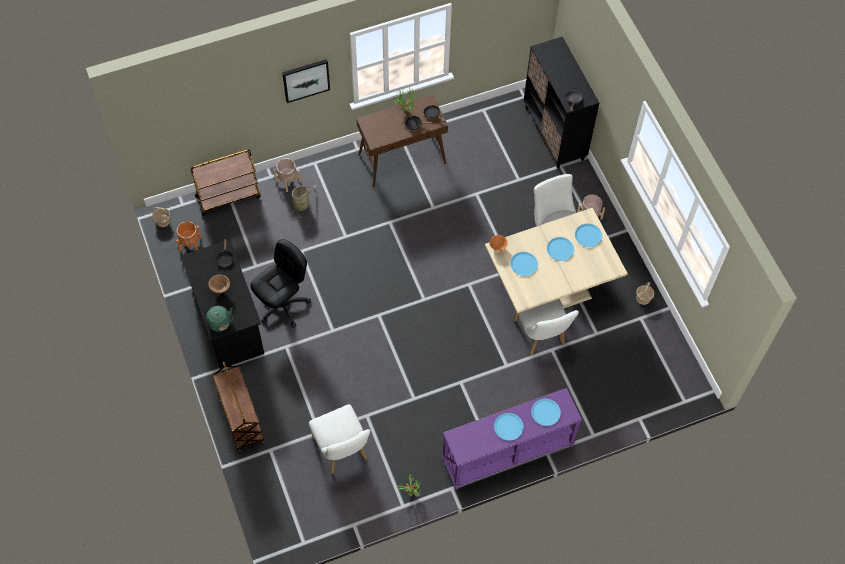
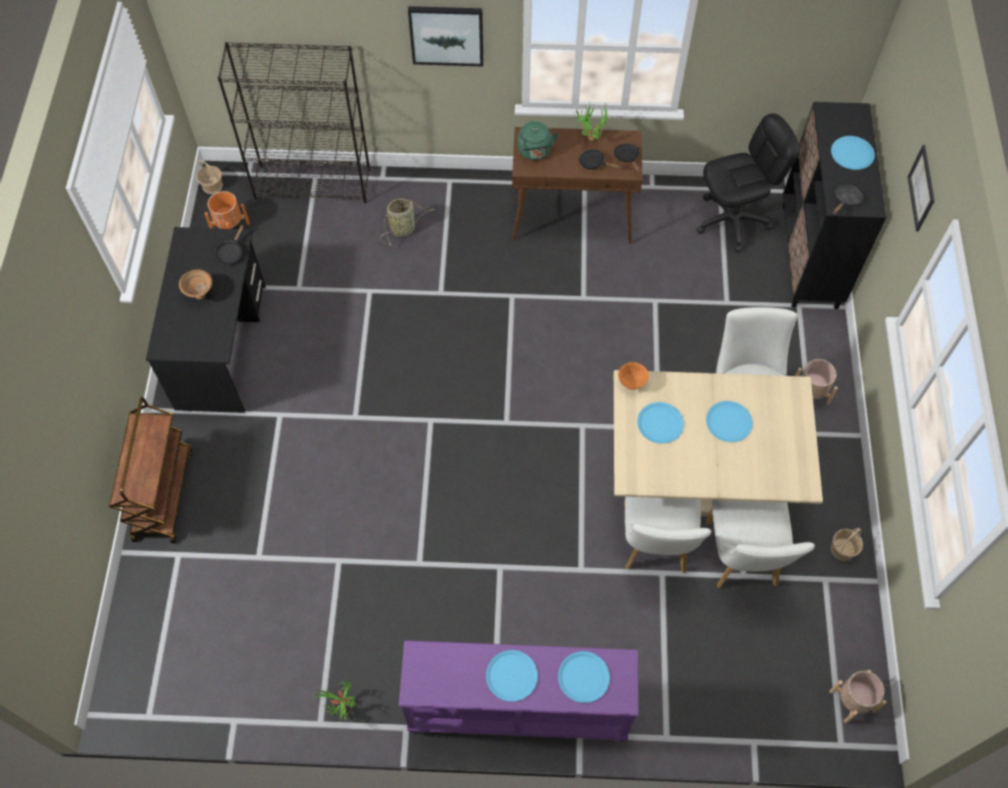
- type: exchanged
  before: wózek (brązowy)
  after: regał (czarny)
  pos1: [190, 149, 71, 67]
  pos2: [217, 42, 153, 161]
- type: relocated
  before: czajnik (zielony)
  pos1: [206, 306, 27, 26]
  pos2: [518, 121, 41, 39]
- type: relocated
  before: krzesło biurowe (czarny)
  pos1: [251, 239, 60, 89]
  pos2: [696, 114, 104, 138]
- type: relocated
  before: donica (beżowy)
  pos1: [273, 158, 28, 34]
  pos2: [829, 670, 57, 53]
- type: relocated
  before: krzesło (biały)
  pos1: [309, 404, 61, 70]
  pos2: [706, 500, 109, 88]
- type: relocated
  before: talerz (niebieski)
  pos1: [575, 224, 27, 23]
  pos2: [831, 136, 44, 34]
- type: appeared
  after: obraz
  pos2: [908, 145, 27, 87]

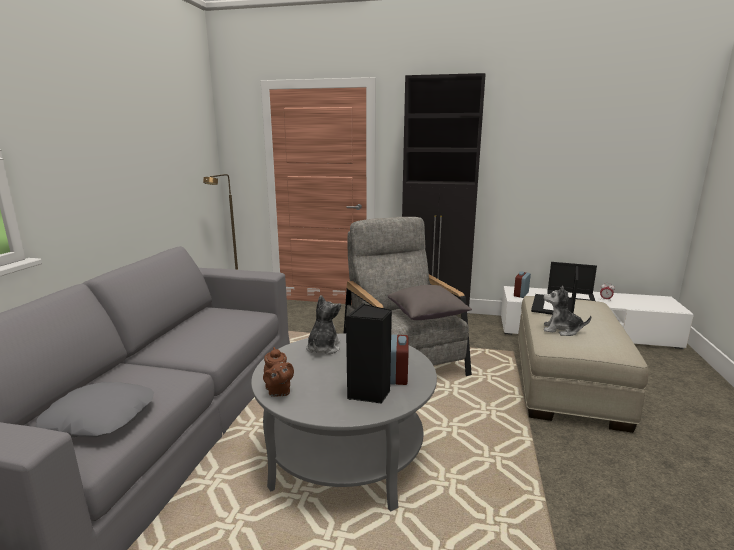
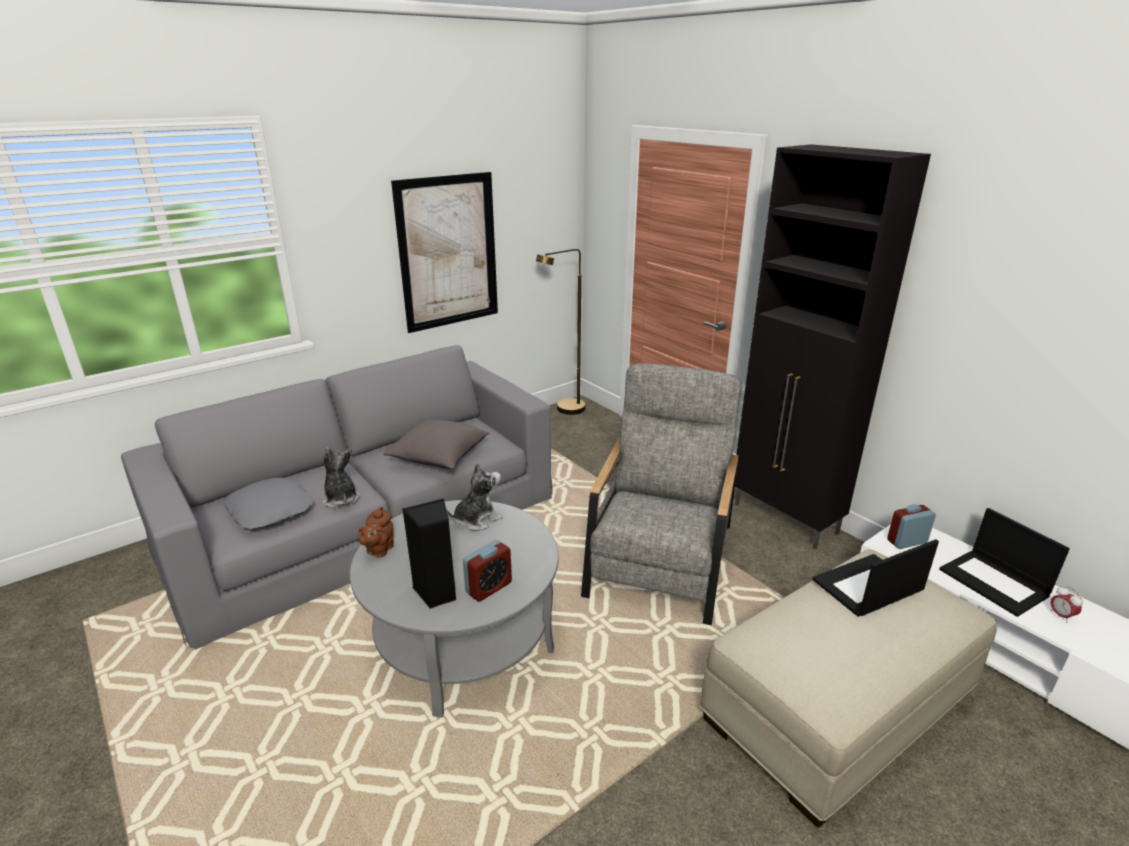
- type: relocated
  before: poduszka (szary)
  pos1: [388, 285, 84, 35]
  pos2: [383, 419, 107, 50]
- type: relocated
  before: pluszak
  pos1: [543, 286, 48, 50]
  pos2: [323, 447, 37, 61]
- type: appeared
  after: obraz
  pos2: [391, 172, 107, 161]

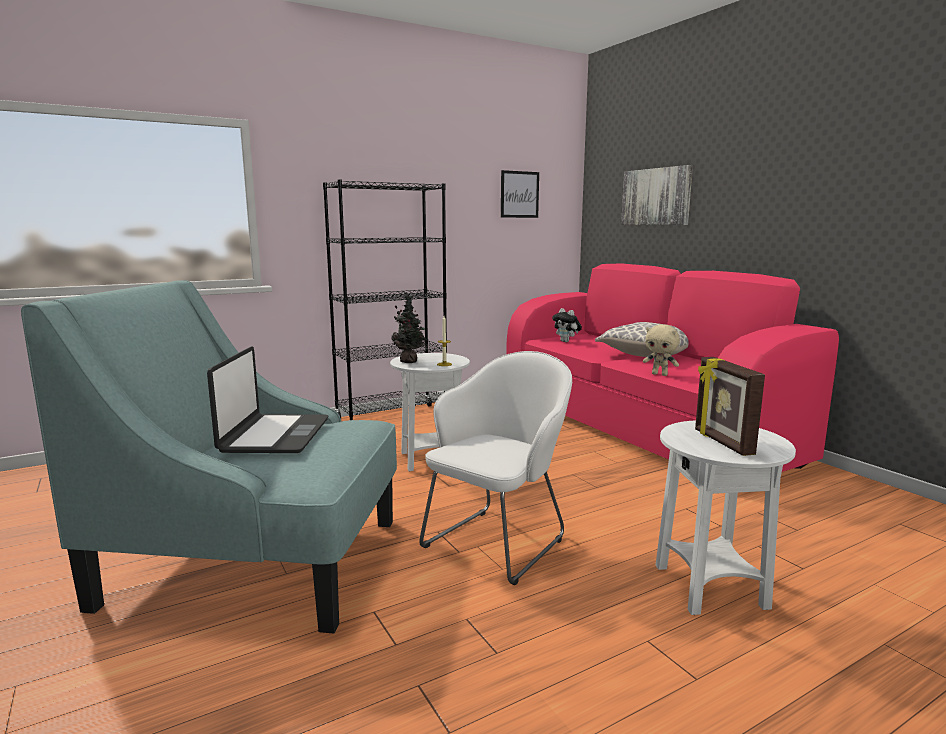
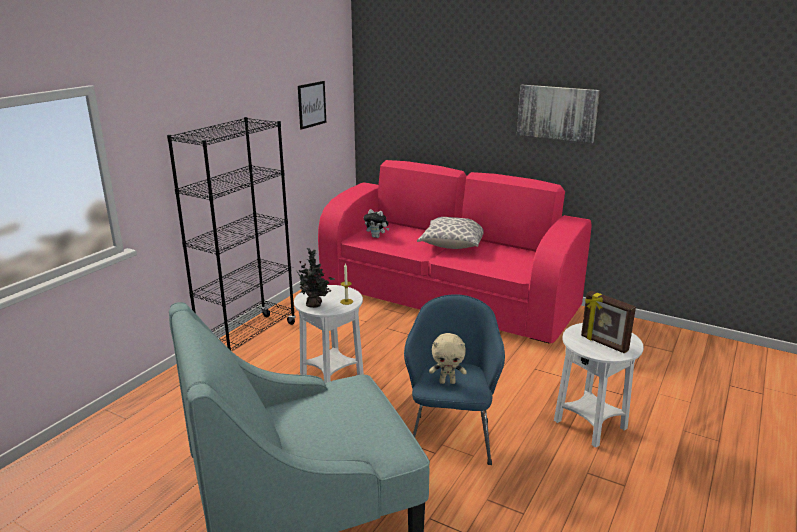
- type: missing
  before: laptop
  pos1: [207, 346, 121, 107]
- type: colour
  before: fotel (biały)
  after: fotel (niebieski)
  pos1: [419, 351, 153, 234]
  pos2: [404, 294, 101, 171]
- type: relocated
  before: obraz
  pos1: [621, 165, 72, 60]
  pos2: [517, 85, 83, 58]
- type: relocated
  before: pluszak (beżowy)
  pos1: [643, 324, 37, 52]
  pos2: [429, 333, 38, 51]

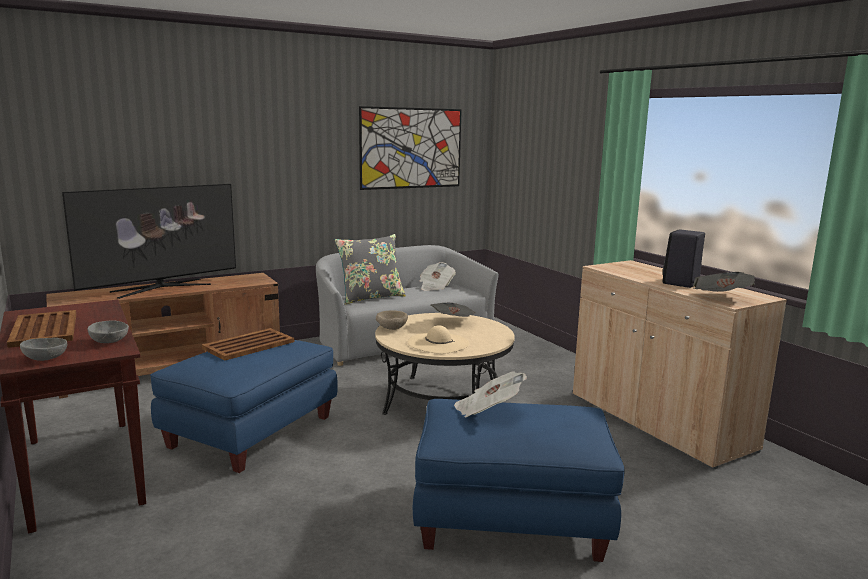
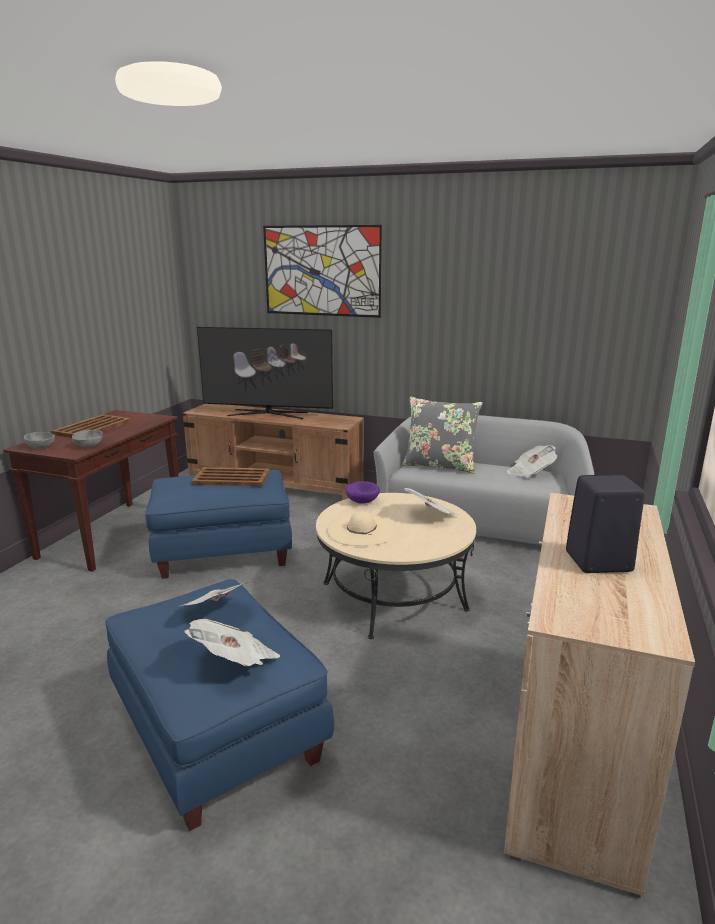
- type: relocated
  before: obraz
  pos1: [359, 106, 103, 84]
  pos2: [263, 225, 119, 93]
- type: colour
  before: miska (beżowy)
  after: miska (fioletowy)
  pos1: [376, 311, 32, 19]
  pos2: [345, 481, 35, 22]
- type: relocated
  before: gazeta
  pos1: [693, 272, 62, 20]
  pos2: [184, 619, 96, 48]

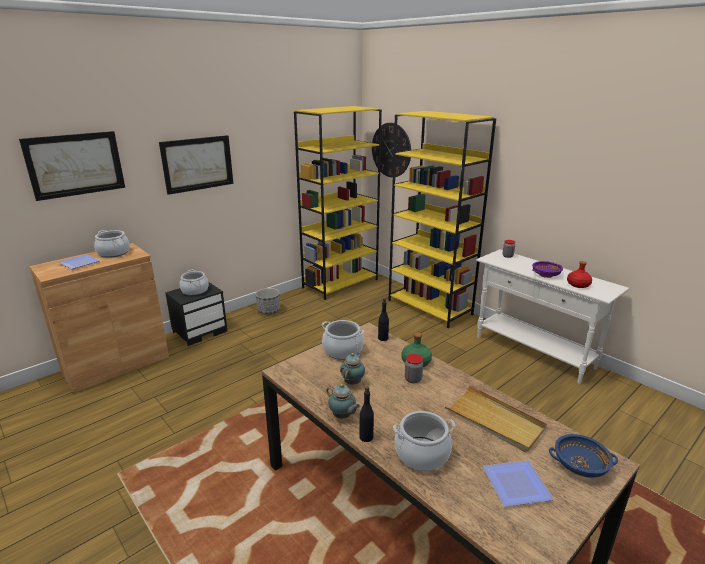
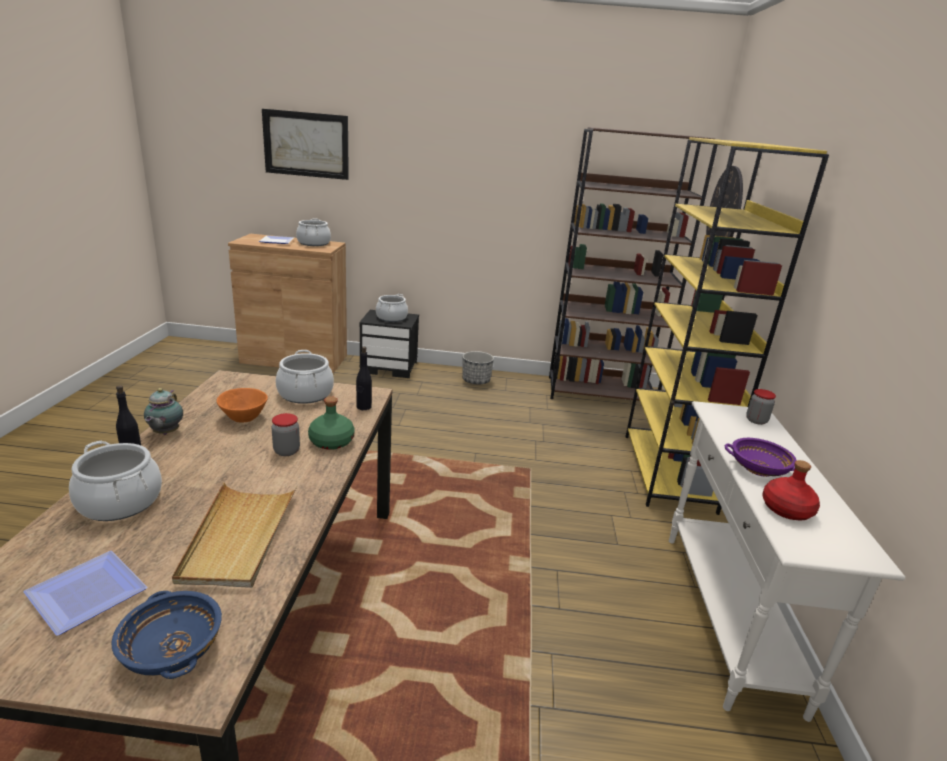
- type: missing
  before: obraz
  pos1: [159, 135, 74, 60]
- type: colour
  before: regał (żółty)
  after: regał (brązowy)
  pos1: [294, 106, 88, 194]
  pos2: [549, 127, 169, 274]
- type: exchanged
  before: imbryk
  after: miska (pomarańczowy)
  pos1: [340, 353, 25, 32]
  pos2: [217, 388, 51, 35]

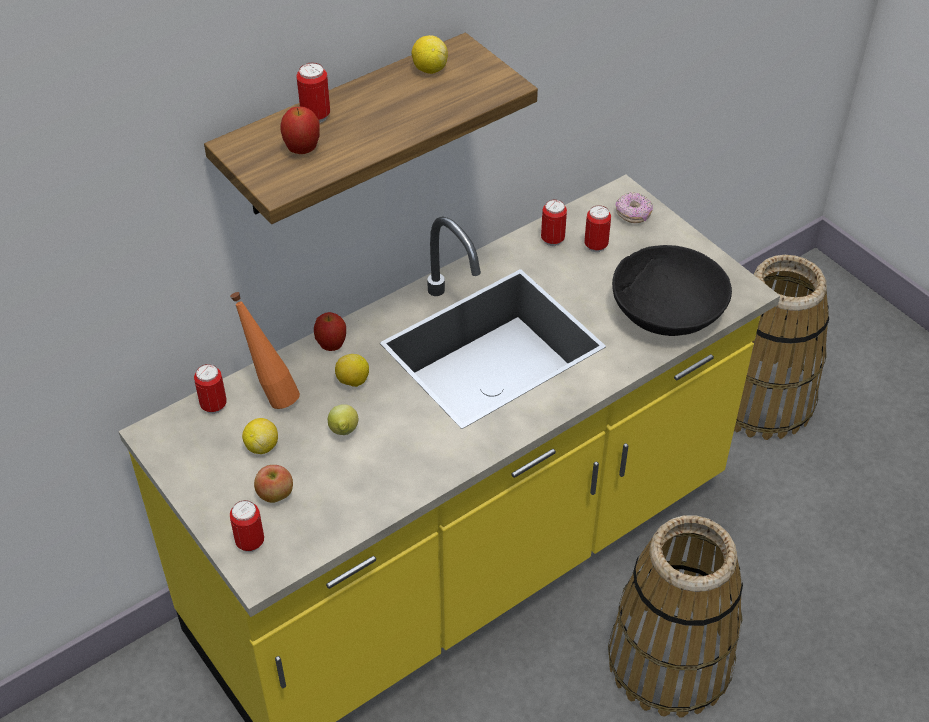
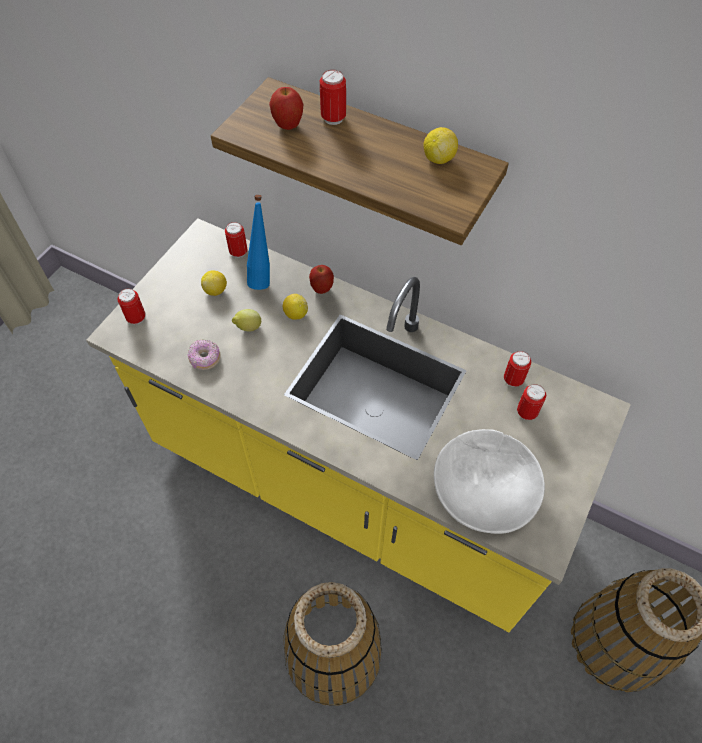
- type: colour
  before: butelka (pomarańczowy)
  after: butelka (niebieski)
  pos1: [230, 292, 70, 117]
  pos2: [247, 195, 23, 95]
- type: missing
  before: jabłko
  pos1: [254, 465, 39, 38]
- type: colour
  before: miska (czarny)
  after: miska (biały)
  pos1: [612, 245, 120, 91]
  pos2: [434, 429, 111, 105]
- type: relocated
  before: donut
  pos1: [615, 192, 38, 31]
  pos2: [188, 339, 33, 31]

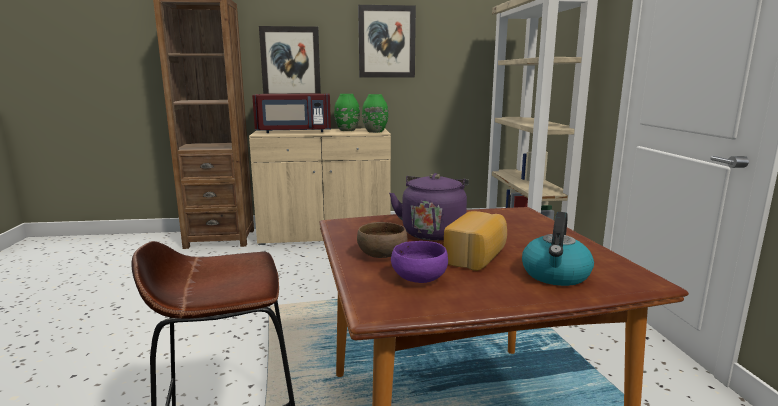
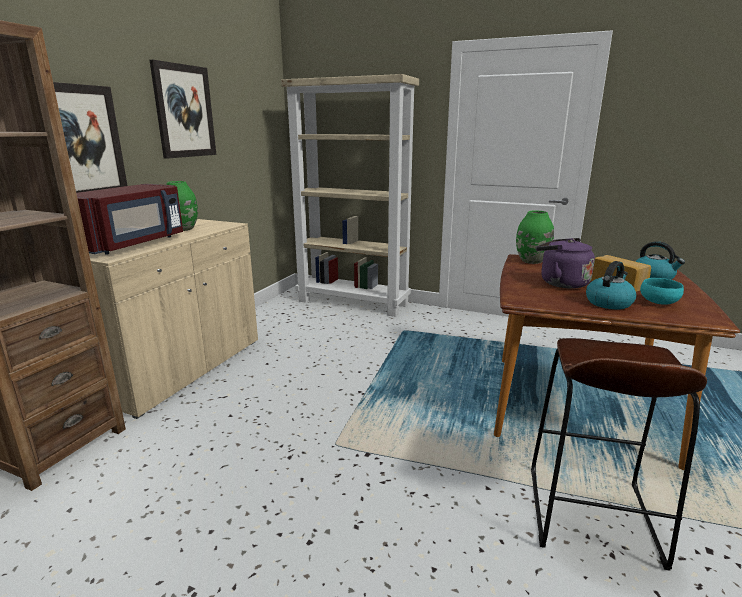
- type: exchanged
  before: miska (brązowy)
  after: czajnik
  pos1: [357, 222, 50, 36]
  pos2: [586, 261, 51, 48]
- type: relocated
  before: wazon (zielony)
  pos1: [362, 94, 26, 39]
  pos2: [516, 210, 38, 54]
- type: colour
  before: miska (fioletowy)
  after: miska (turkusowy)
  pos1: [391, 241, 57, 42]
  pos2: [640, 278, 44, 27]

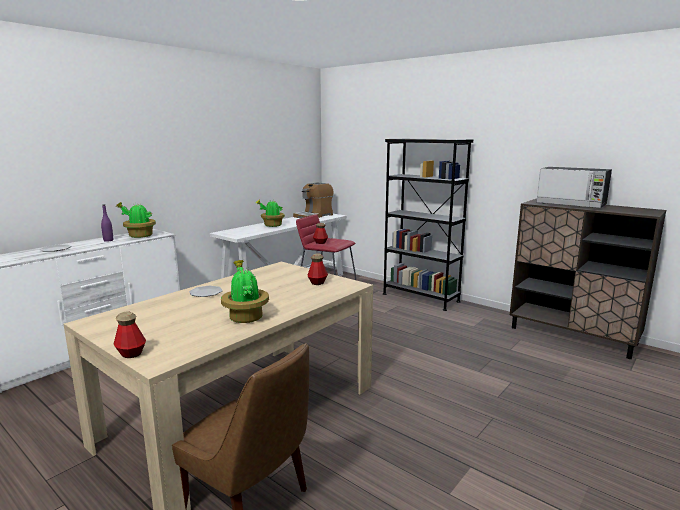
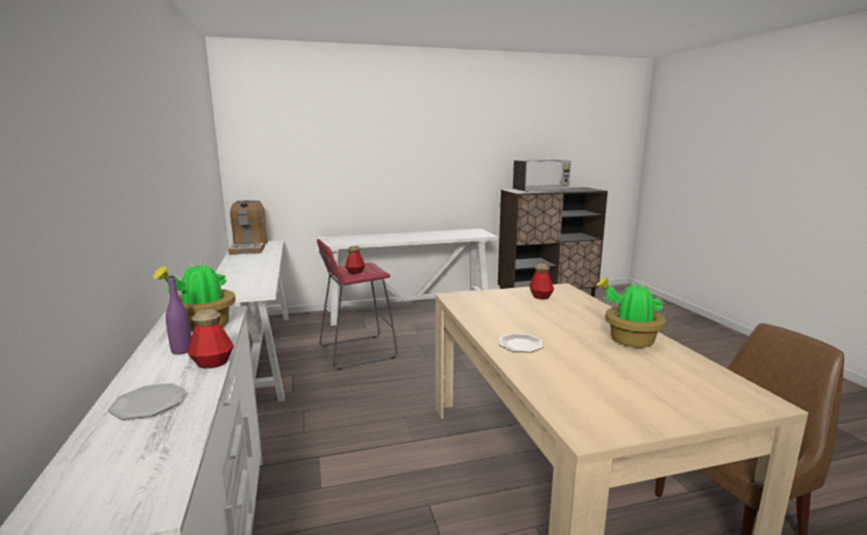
- type: relocated
  before: butelka
  pos1: [114, 311, 32, 47]
  pos2: [187, 309, 47, 59]
- type: missing
  before: roślina doniczkowa
  pos1: [255, 200, 30, 27]
- type: exchanged
  before: regał (czarny)
  after: stolik konsolowy (biały)
  pos1: [383, 139, 90, 172]
  pos2: [318, 229, 180, 97]

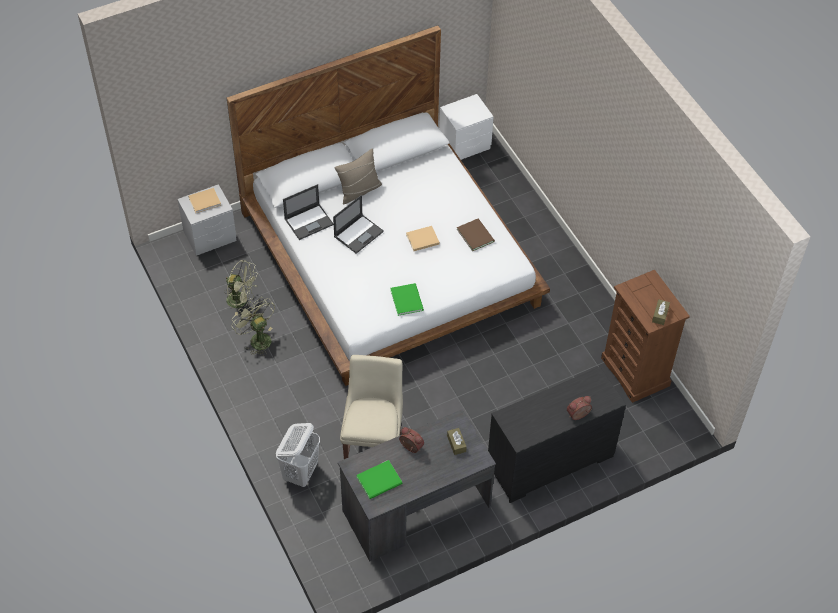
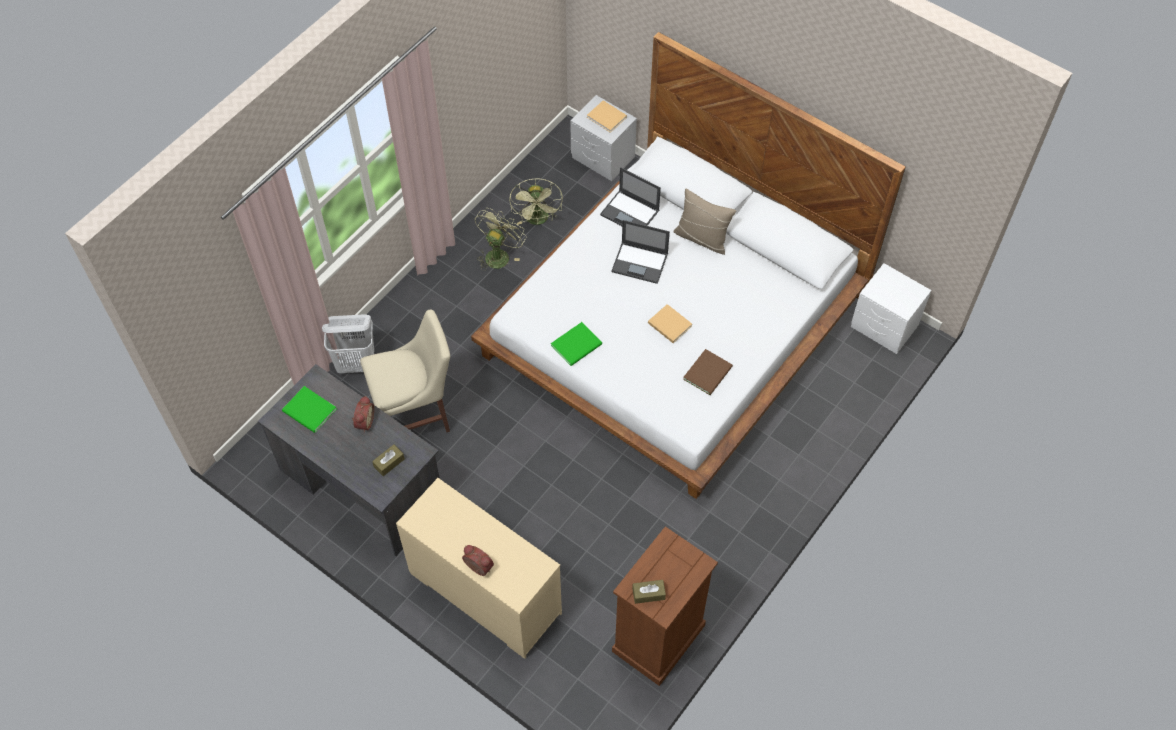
- type: colour
  before: komoda (czarny)
  after: komoda (beżowy)
  pos1: [488, 367, 138, 136]
  pos2: [396, 478, 166, 181]

